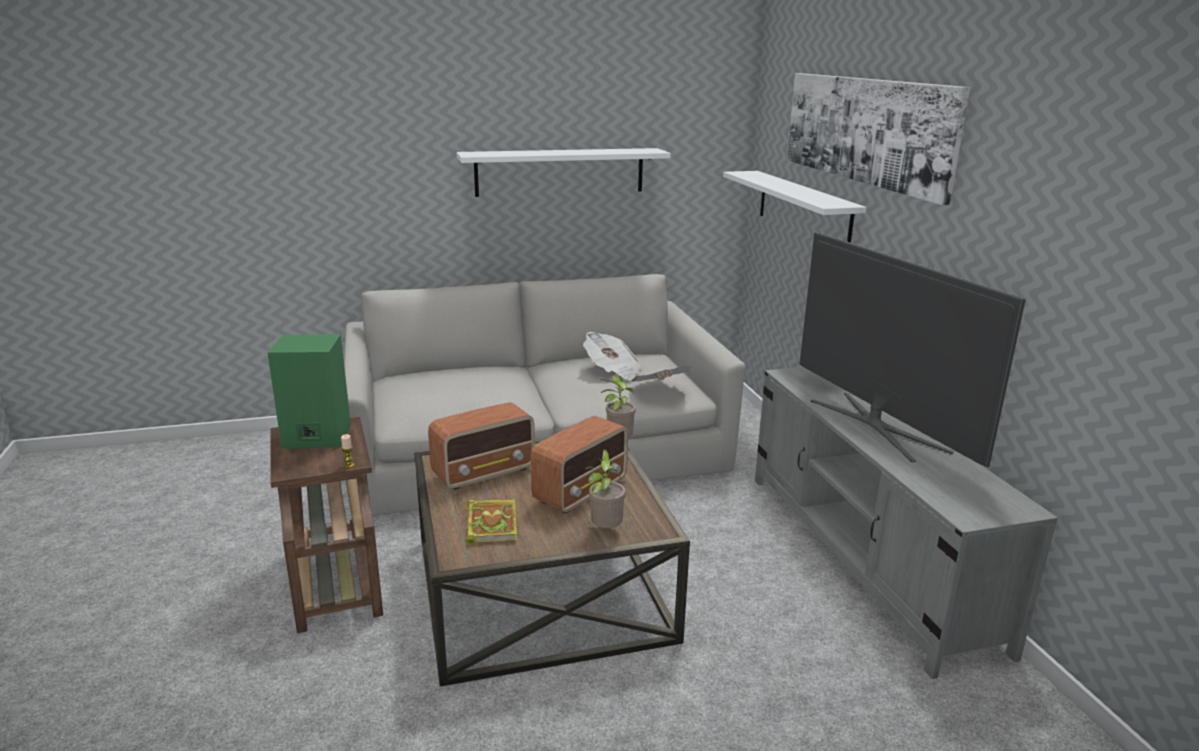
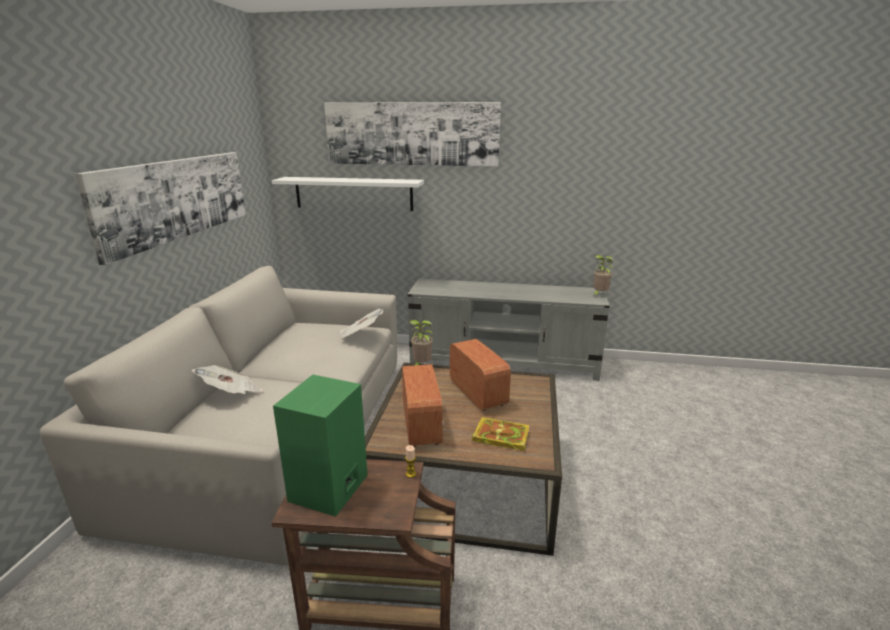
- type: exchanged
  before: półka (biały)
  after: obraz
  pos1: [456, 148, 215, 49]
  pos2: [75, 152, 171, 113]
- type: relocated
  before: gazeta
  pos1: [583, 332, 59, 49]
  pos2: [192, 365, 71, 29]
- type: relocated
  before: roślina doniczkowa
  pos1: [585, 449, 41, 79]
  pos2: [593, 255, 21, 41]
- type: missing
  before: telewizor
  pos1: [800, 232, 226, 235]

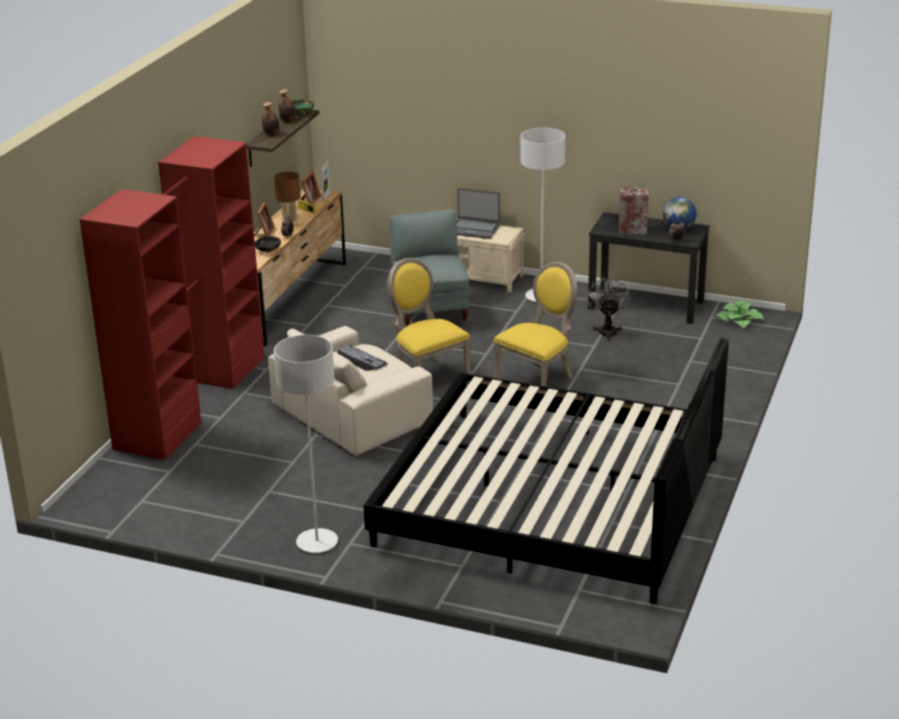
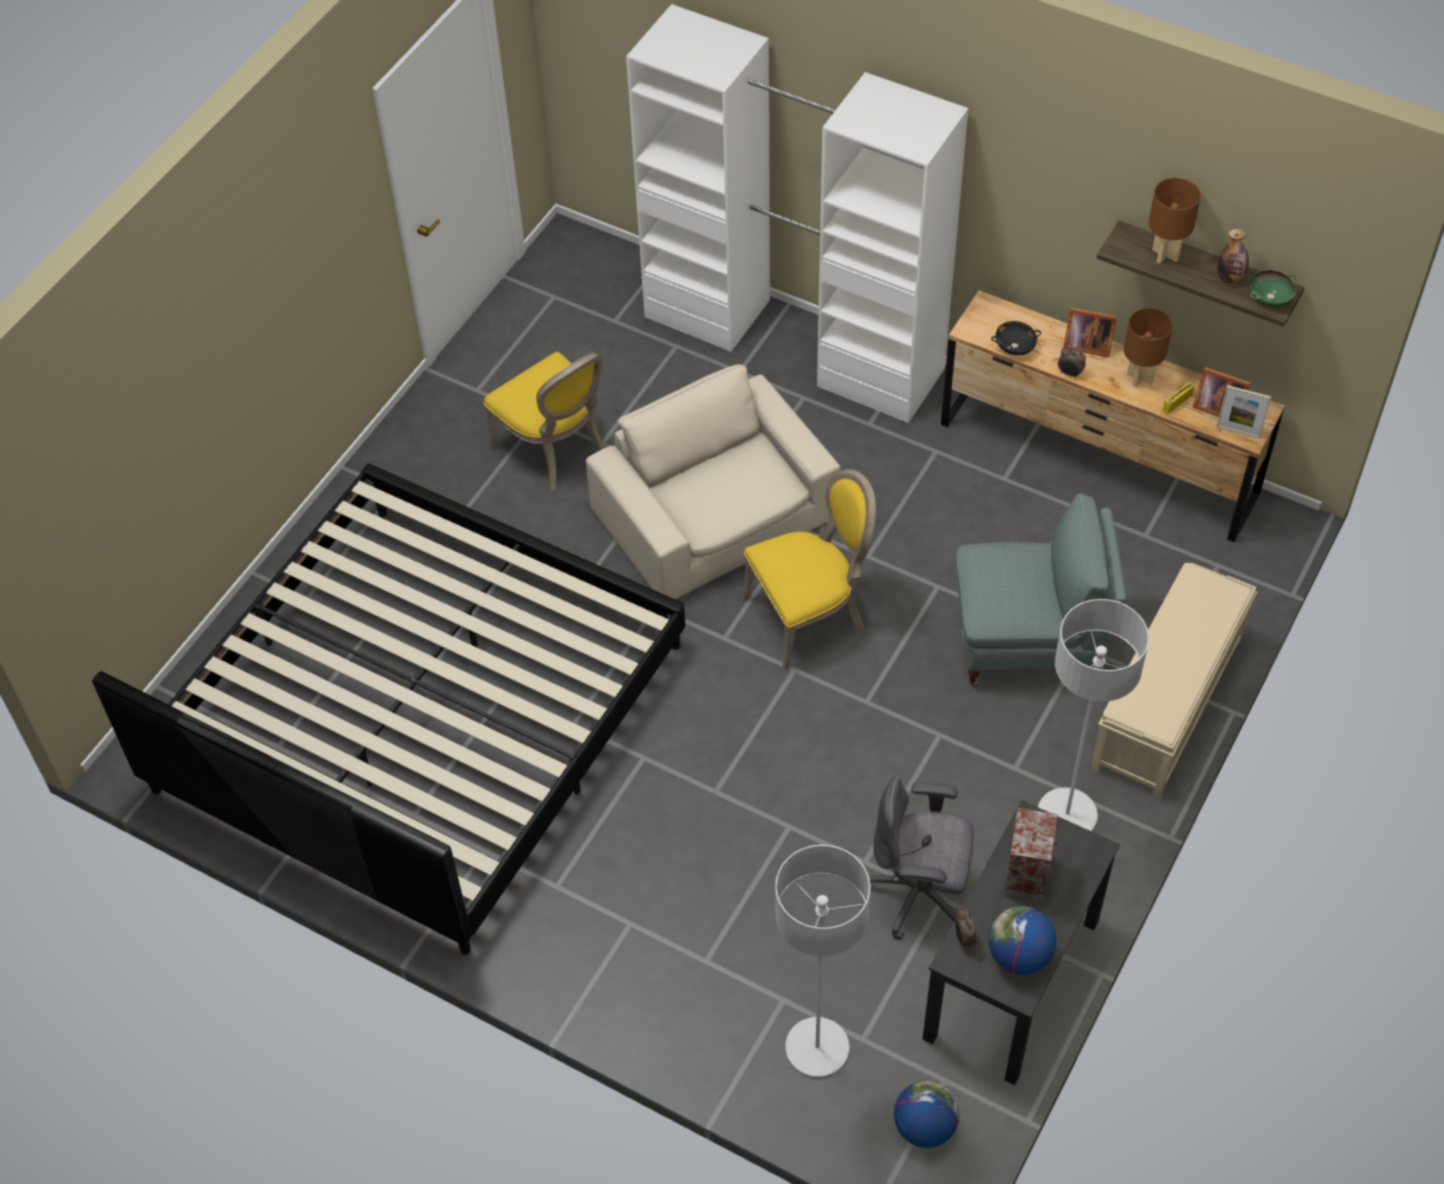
- type: colour
  before: szafa (czerwony)
  after: szafa (biały)
  pos1: [80, 136, 185, 324]
  pos2: [626, 4, 343, 419]
- type: exchanged
  before: butelka
  after: lampa stołowa (brązowy)
  pos1: [262, 102, 18, 34]
  pos2: [1149, 178, 52, 86]
- type: relocated
  before: lampa stojąca (szary)
  pos1: [274, 335, 64, 218]
  pos2: [775, 845, 96, 232]
- type: missing
  before: klawiatura
  pos1: [337, 345, 51, 26]
- type: missing
  before: laptop
  pos1: [457, 188, 43, 51]
- type: relocated
  before: krzesło (żółty)
  pos1: [494, 262, 83, 124]
  pos2: [483, 352, 122, 140]
- type: exchanged
  before: wentylator (szary)
  after: krzesło biurowe (szary)
  pos1: [587, 276, 42, 65]
  pos2: [869, 776, 104, 164]
- type: exchanged
  before: roślina doniczkowa
  after: globus
  pos1: [715, 300, 49, 28]
  pos2: [894, 1081, 65, 67]

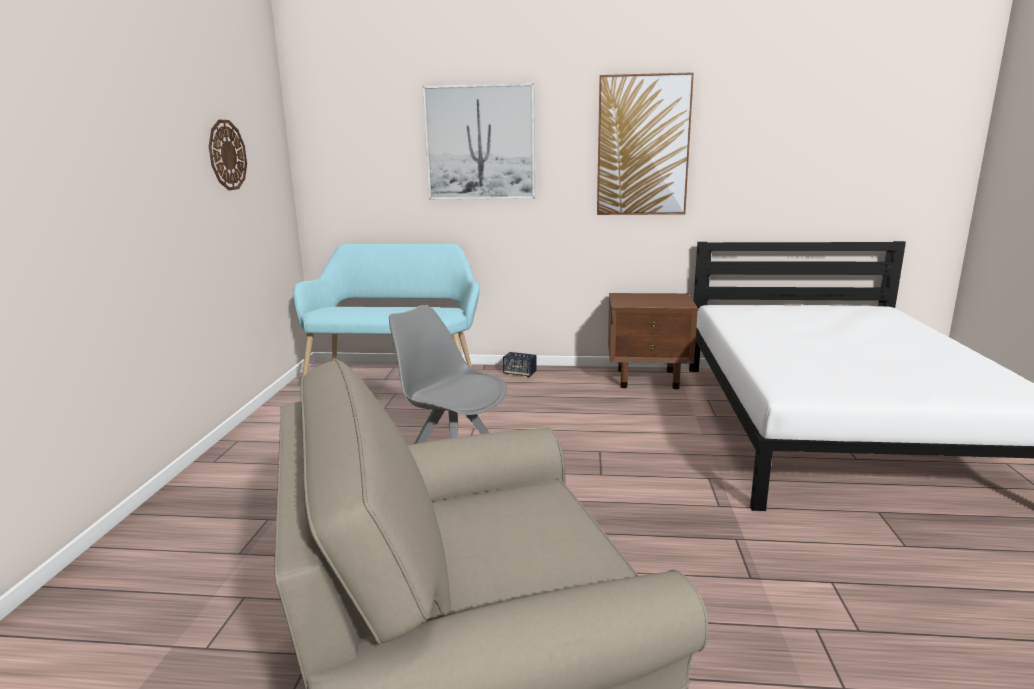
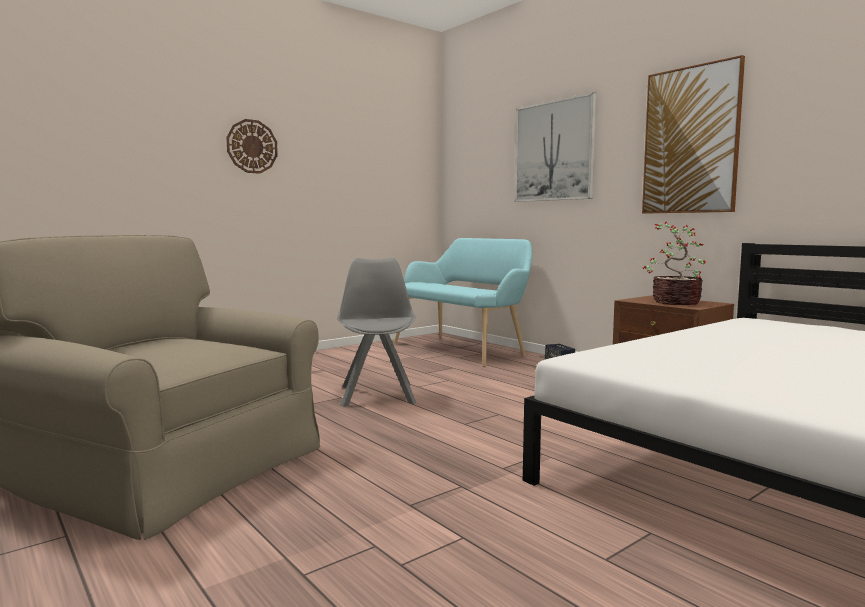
- type: relocated
  before: zegar ścienny
  pos1: [209, 120, 38, 70]
  pos2: [226, 119, 52, 55]
- type: appeared
  after: roślina doniczkowa
  pos2: [643, 222, 63, 83]

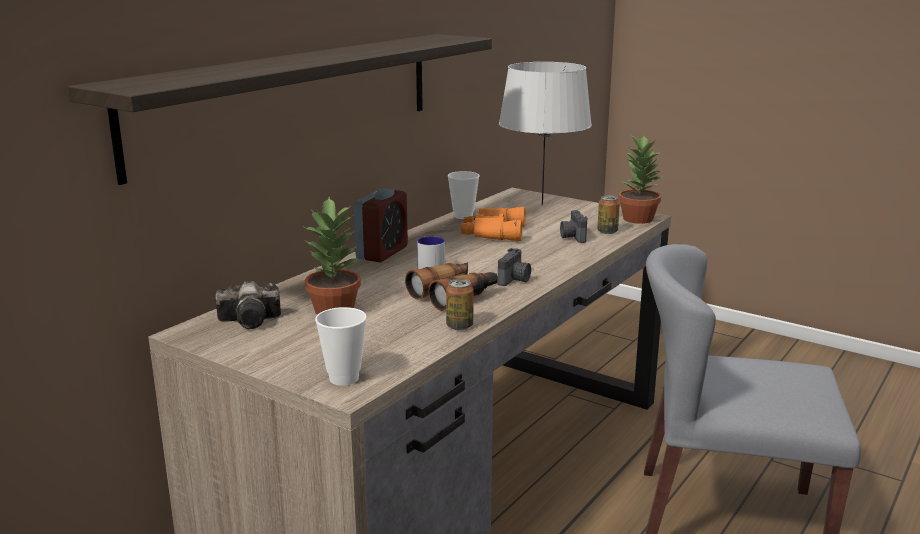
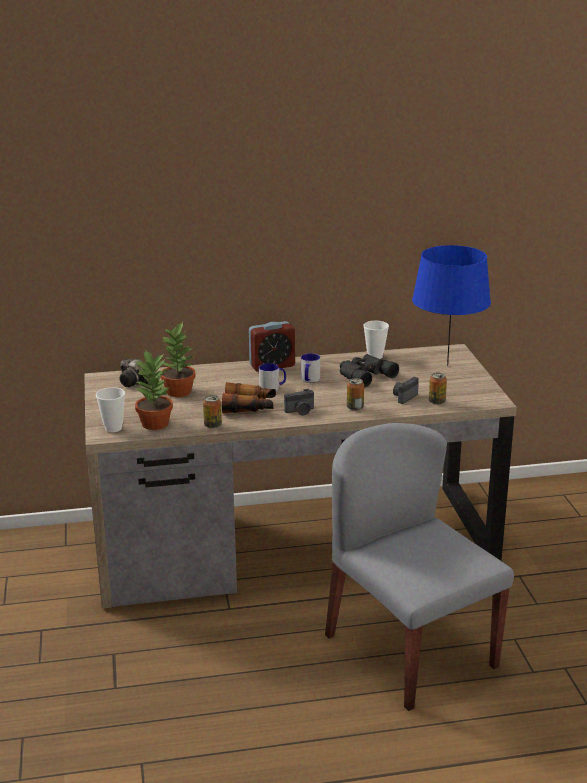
- type: missing
  before: półka
  pos1: [68, 34, 424, 151]
- type: colour
  before: lornetka (pomarańczowy)
  after: lornetka (czarny)
  pos1: [461, 207, 65, 34]
  pos2: [340, 354, 59, 33]
- type: colour
  before: lampa stołowa (szary)
  after: lampa stołowa (niebieski)
  pos1: [499, 62, 93, 143]
  pos2: [412, 245, 79, 121]
- type: relocated
  before: roślina doniczkowa
  pos1: [618, 135, 46, 89]
  pos2: [135, 349, 38, 81]
- type: appeared
  after: kubek
  pos2: [301, 353, 19, 30]
- type: appeared
  after: puszka
  pos2: [347, 378, 17, 33]

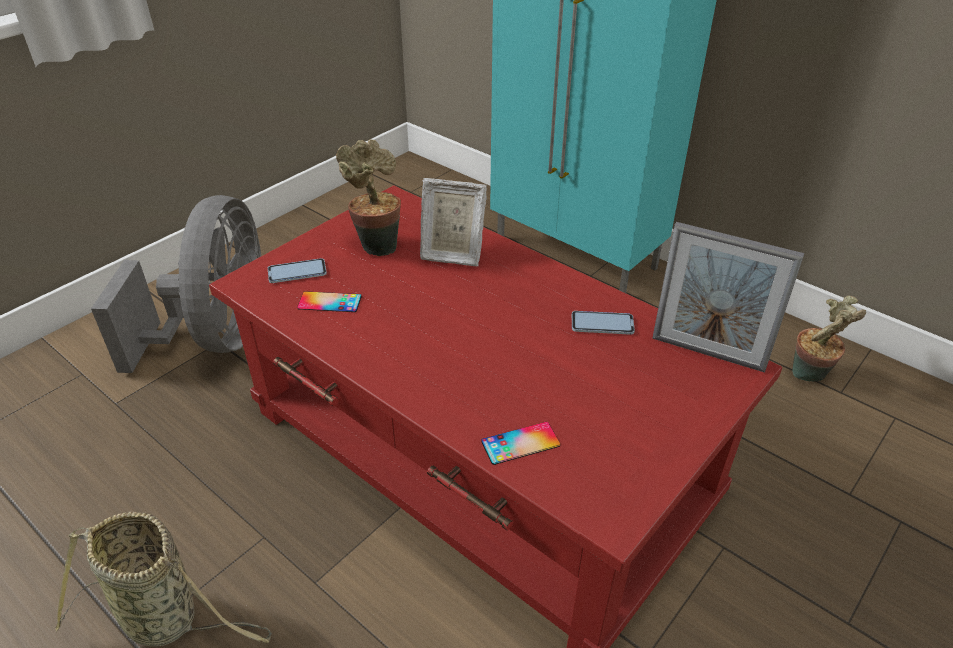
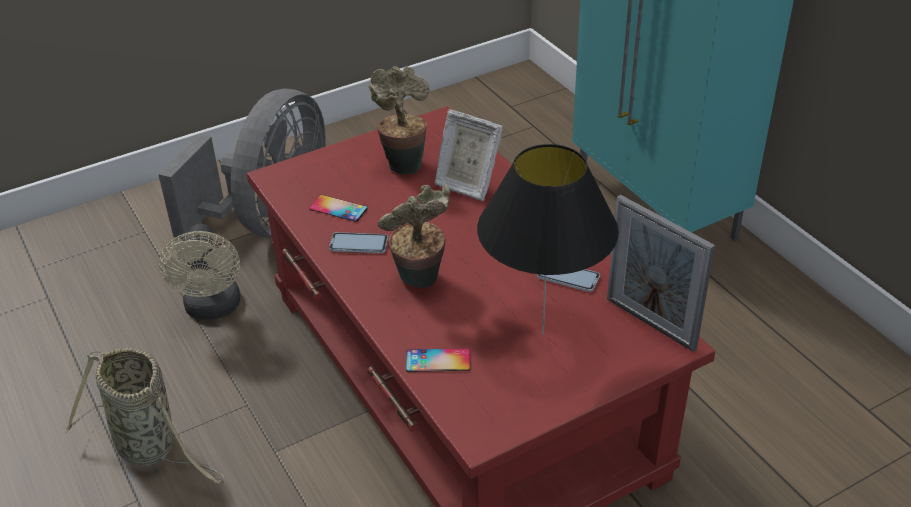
- type: relocated
  before: telefon
  pos1: [268, 258, 59, 25]
  pos2: [329, 232, 59, 21]
- type: relocated
  before: roślina doniczkowa
  pos1: [792, 295, 74, 87]
  pos2: [377, 184, 74, 104]
- type: appeared
  after: wentylator (beżowy)
  pos2: [159, 224, 82, 96]
- type: appeared
  after: lampa stołowa (czarny)
  pos2: [477, 144, 142, 191]

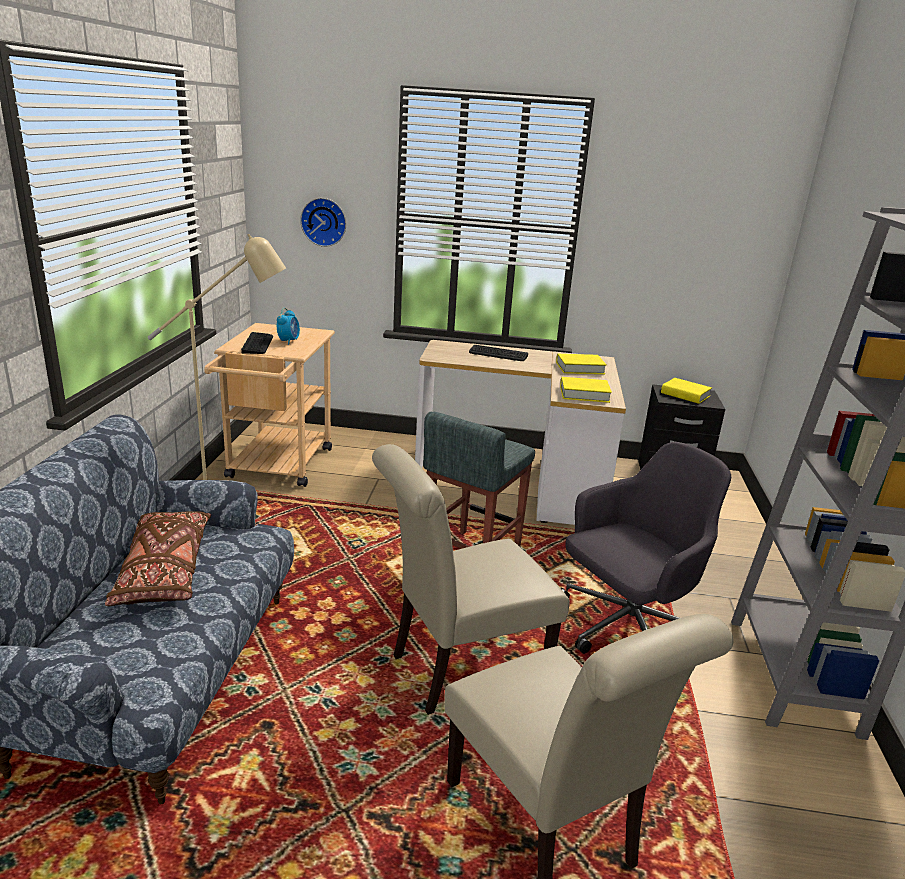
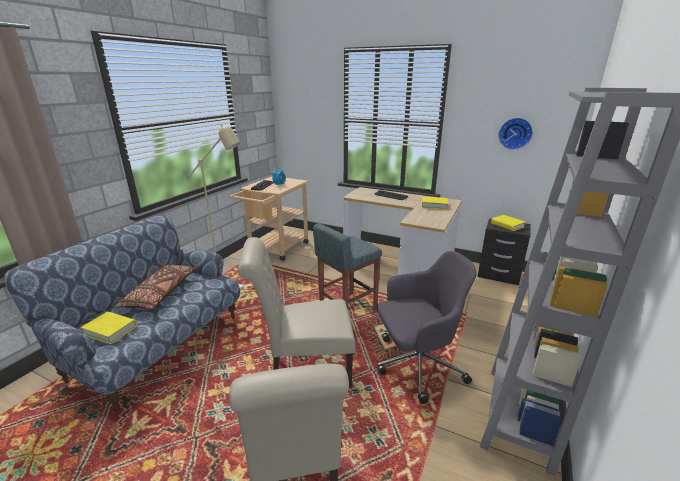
- type: relocated
  before: zegar ścienny
  pos1: [300, 198, 46, 49]
  pos2: [498, 118, 35, 32]
- type: relocated
  before: książka (żółty)
  pos1: [560, 377, 52, 26]
  pos2: [81, 312, 56, 32]

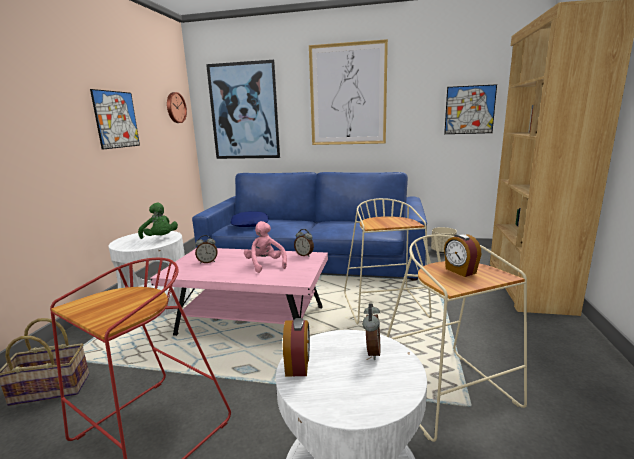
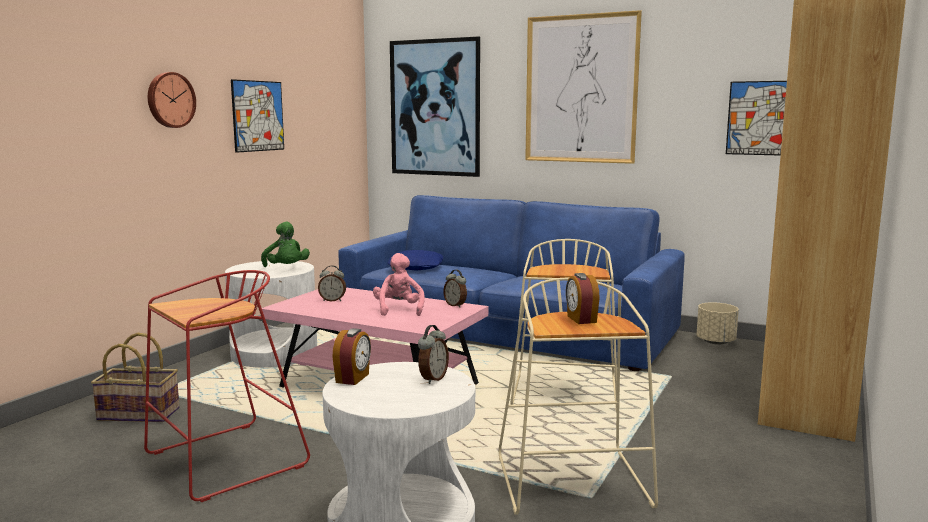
- type: relocated
  before: zegar ścienny
  pos1: [167, 92, 20, 31]
  pos2: [148, 72, 48, 56]

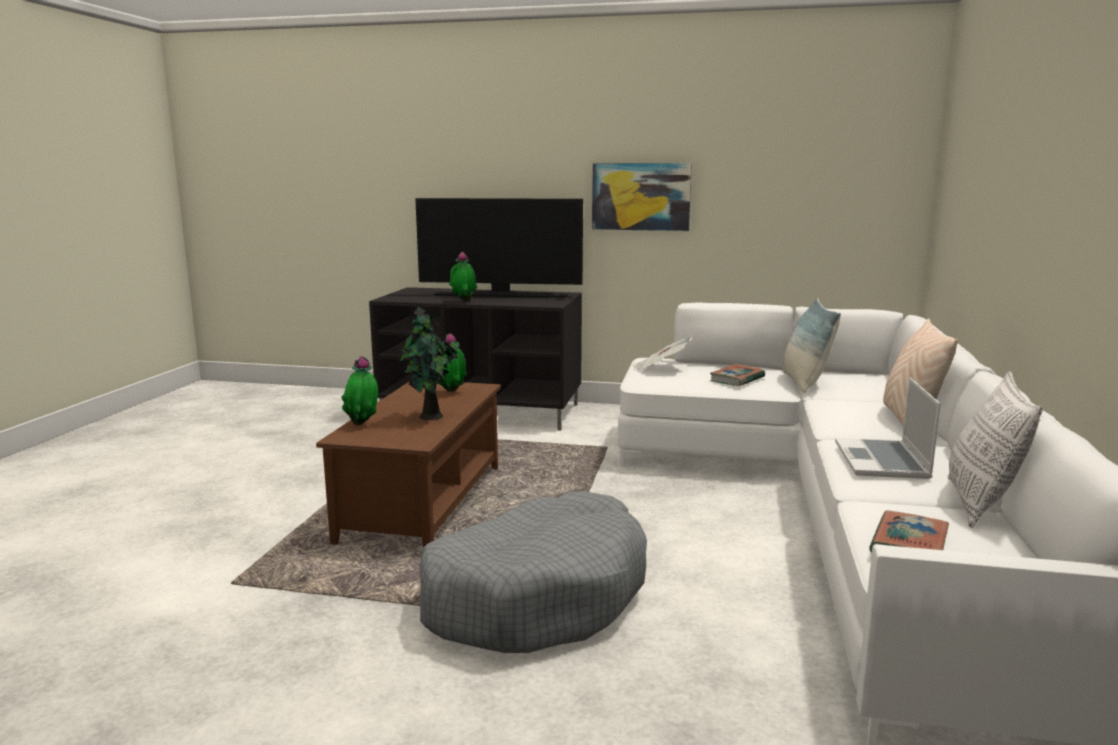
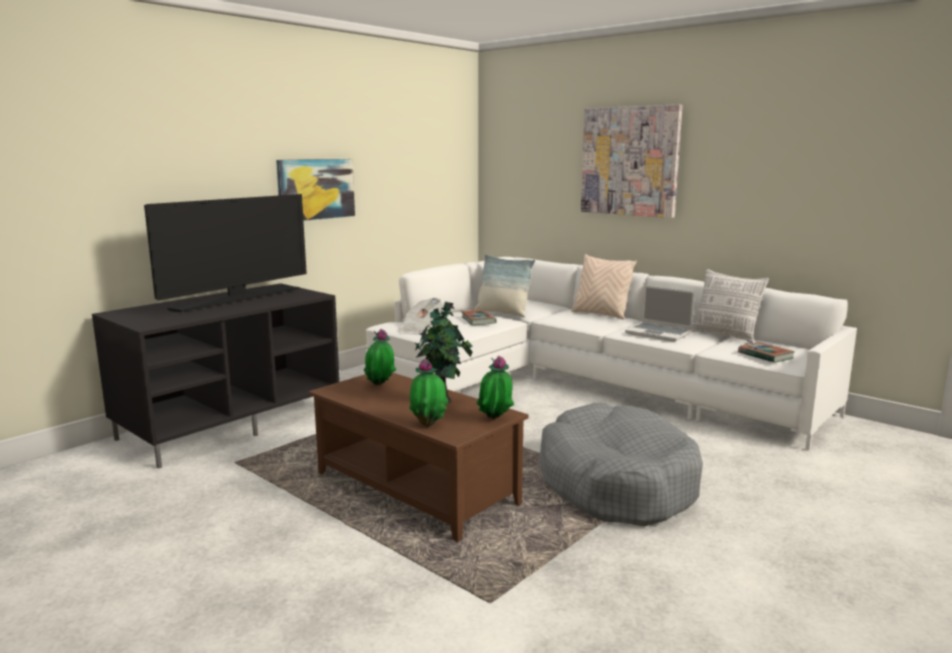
- type: relocated
  before: roślina doniczkowa
  pos1: [449, 252, 28, 49]
  pos2: [476, 356, 38, 63]
- type: appeared
  after: obraz
  pos2: [581, 105, 101, 113]

